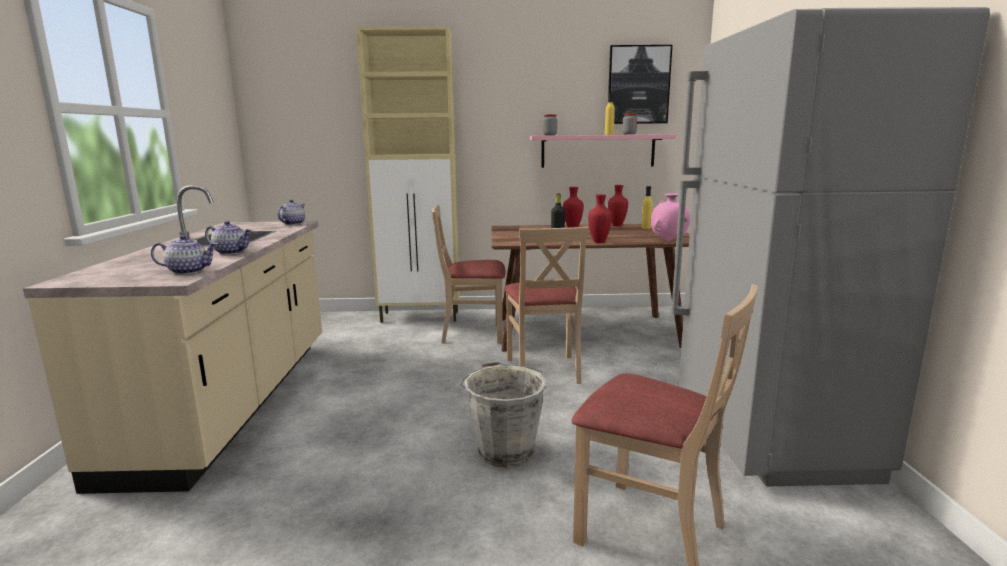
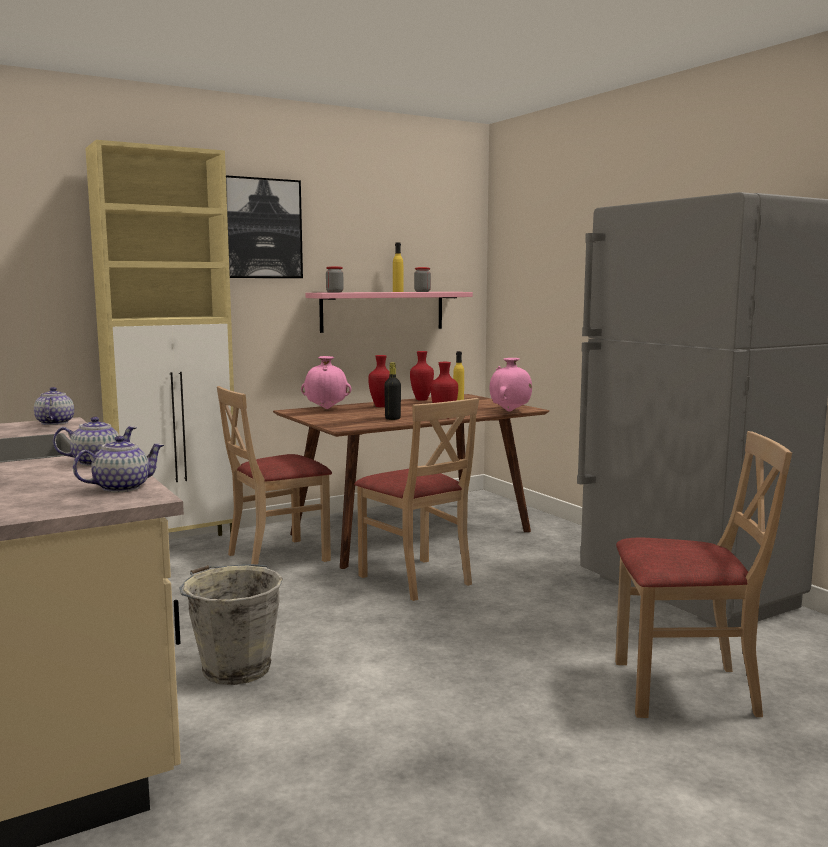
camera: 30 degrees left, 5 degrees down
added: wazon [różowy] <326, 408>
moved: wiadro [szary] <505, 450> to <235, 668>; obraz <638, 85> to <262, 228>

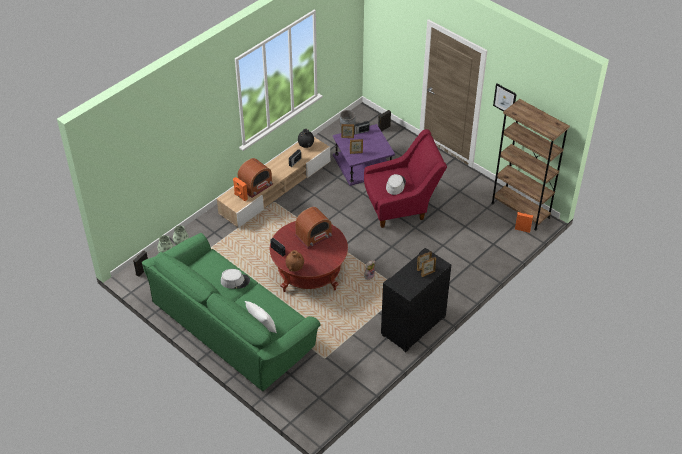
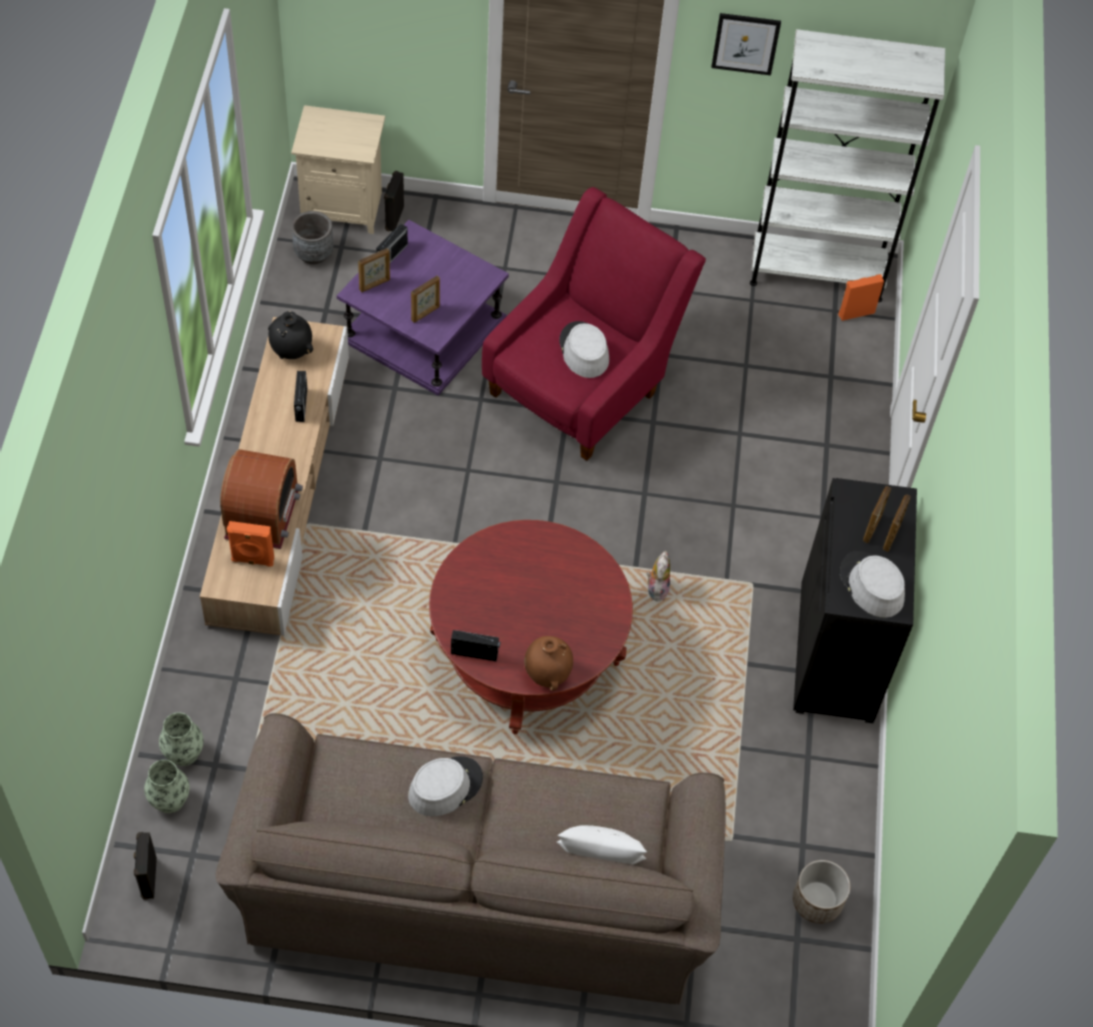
camera: 40 degrees left, 10 degrees up
removed: radio <314, 236>
added: szafka nocna [beżowy] <343, 207>; donica <817, 901>; kapelusz [szary] <871, 585>
recoloured: kanapa [zielony] <233, 325> to kanapa [brązowy] <476, 884>; regał [brązowy] <520, 210> to regał [biały] <817, 271>

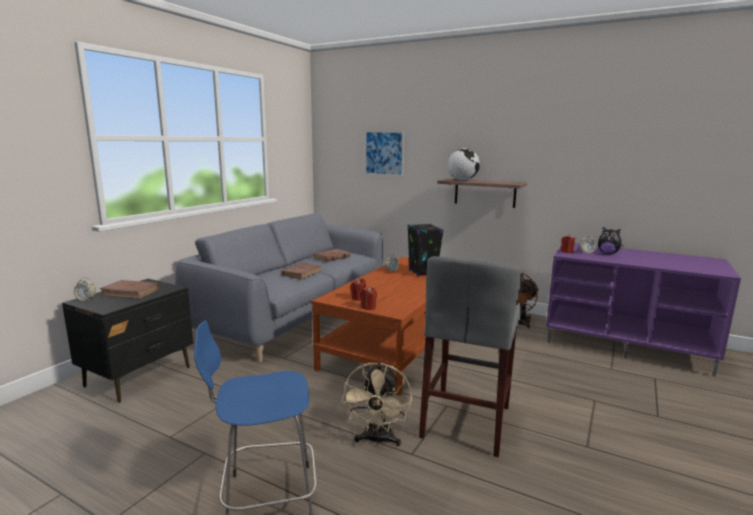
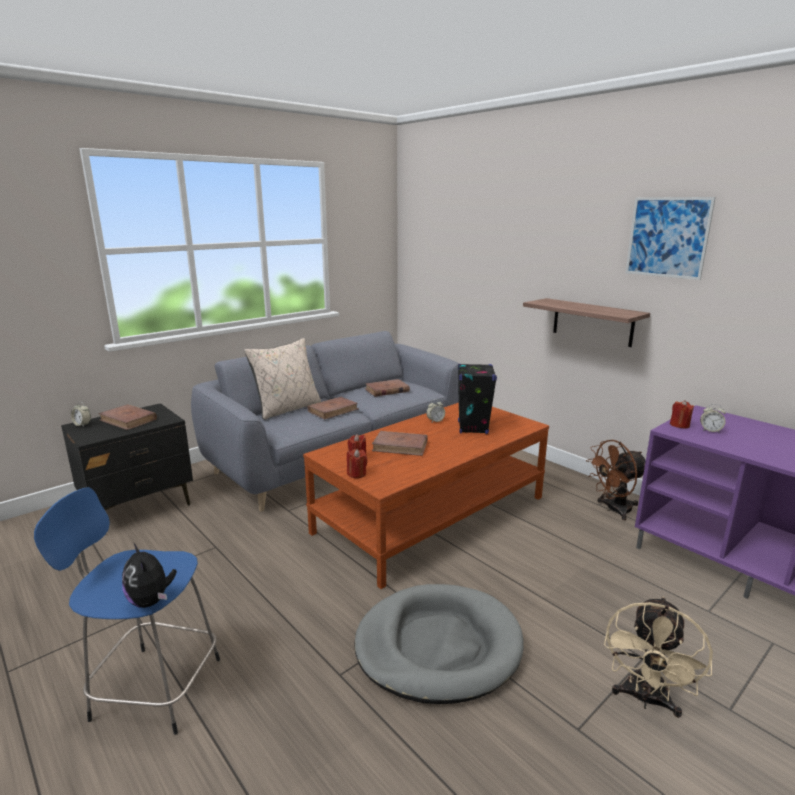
camera: 20 degrees right, 5 degrees up
removed: globus <462, 180>
added: poduszka [beżowy] <287, 409>; książka [brązowy] <400, 446>
moved: wentylator [beżowy] <378, 440> to <645, 699>; obraz <384, 153> to <667, 237>; pluszak <608, 253> to <151, 601>
replaced: stołek [szary] <467, 421> to legowisko [szary] <438, 646>

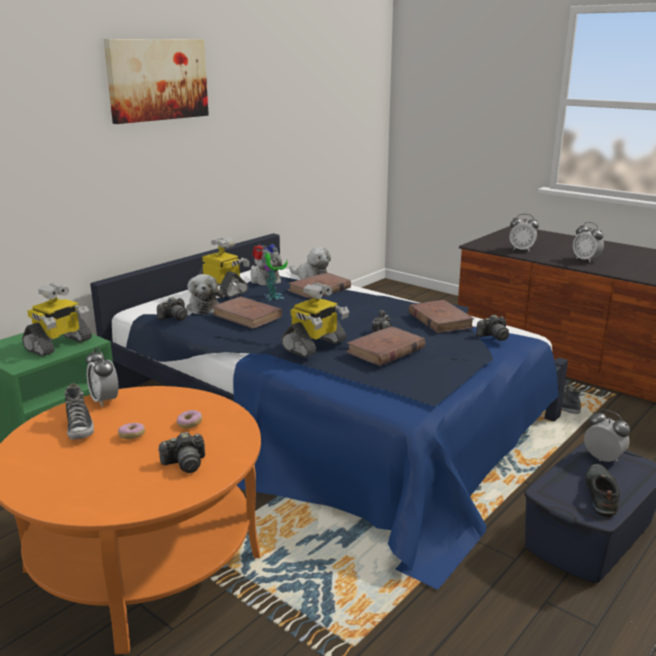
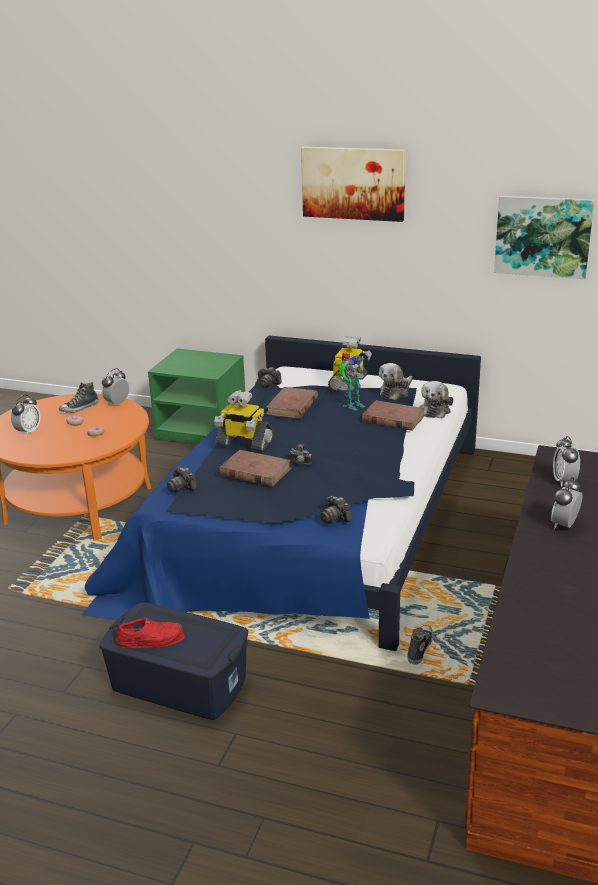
camera: 70 degrees right, 5 degrees up
removed: robot zabawkowy <59, 345>; pluszak <203, 307>; książka [brązowy] <440, 320>
added: obraz <543, 236>
moved: aparat fotograficzny <185, 464> to <181, 487>; budzik <603, 459> to <28, 432>
recoloured: but [czarny] <601, 494> to but [czerwony] <151, 639>

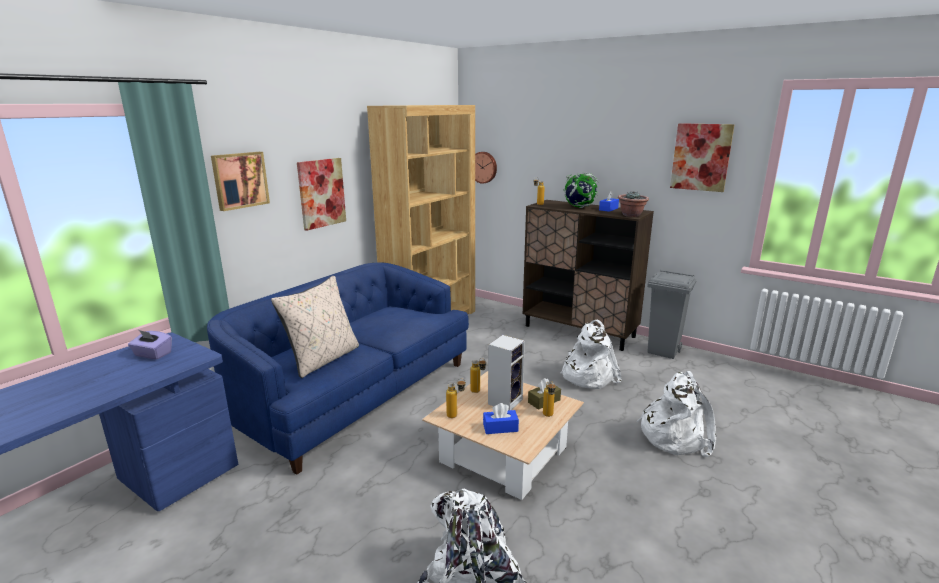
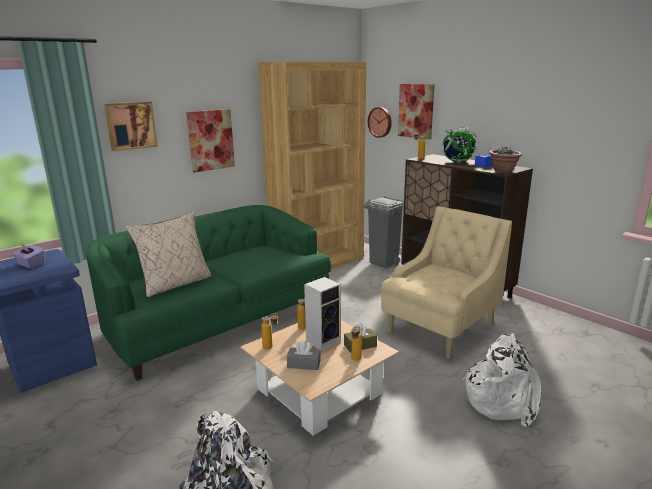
camera: 15 degrees right, 0 degrees up
moved: kosz na śmieci [szary] <663, 352> to <384, 263>; obraz <701, 157> to <416, 111>
replaced: plecak [biały] <587, 375> to fotel [beżowy] <440, 329>
recoloured: kanapa [niebieski] <354, 394> to kanapa [zielony] <218, 320>; pudełko chusteczek [niebieski] <500, 428> to pudełko chusteczek [szary] <304, 364>

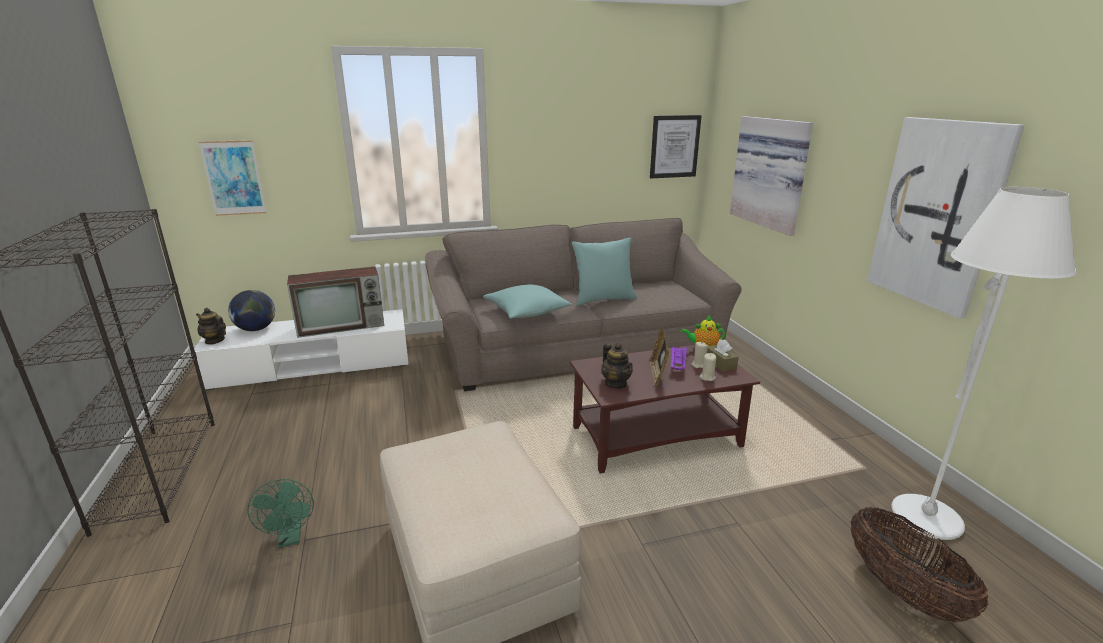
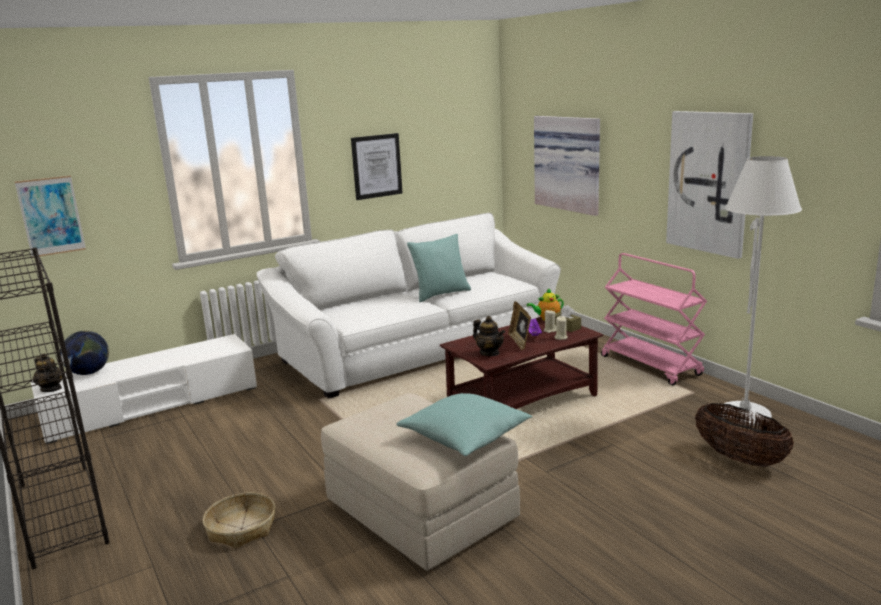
camera: 15 degrees left, 5 degrees down
removed: telewizor <343, 325>
added: wózek [różowy] <651, 366>
moved: poduszka [turkusowy] <526, 312> to <465, 437>; obraz <674, 146> to <376, 166>
replaced: wentylator [zielony] <290, 538> to koszyk <241, 528>
recoloured: kanapa [brązowy] <580, 349> to kanapa [biały] <419, 348>
turned: imbryk <214, 340> = <51, 389> 150 degrees counterclockwise

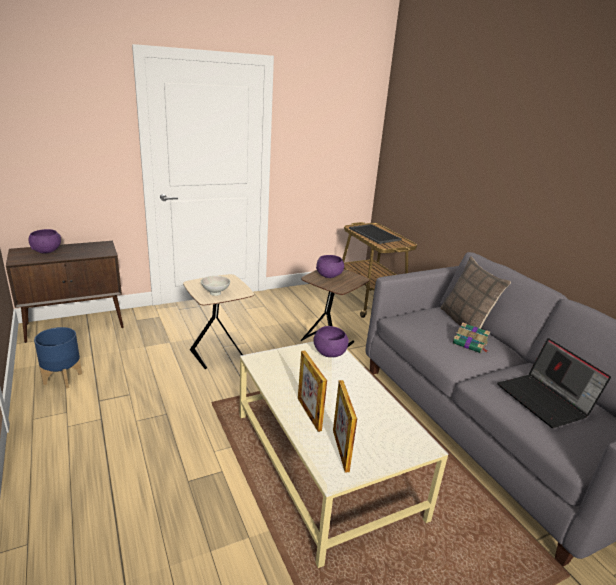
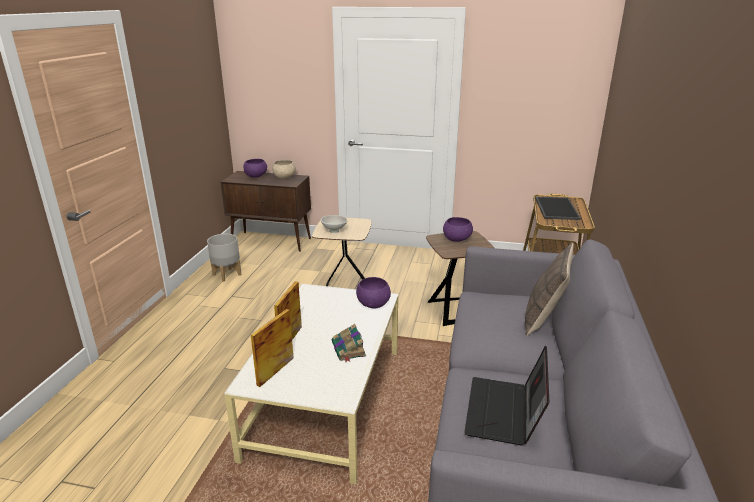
camera: 40 degrees right, 0 degrees up
added: miska [beżowy] <284, 177>
moved: książka <470, 344> to <349, 349>
recoloured: donica [niebieski] <63, 378> to donica [szary] <227, 274>

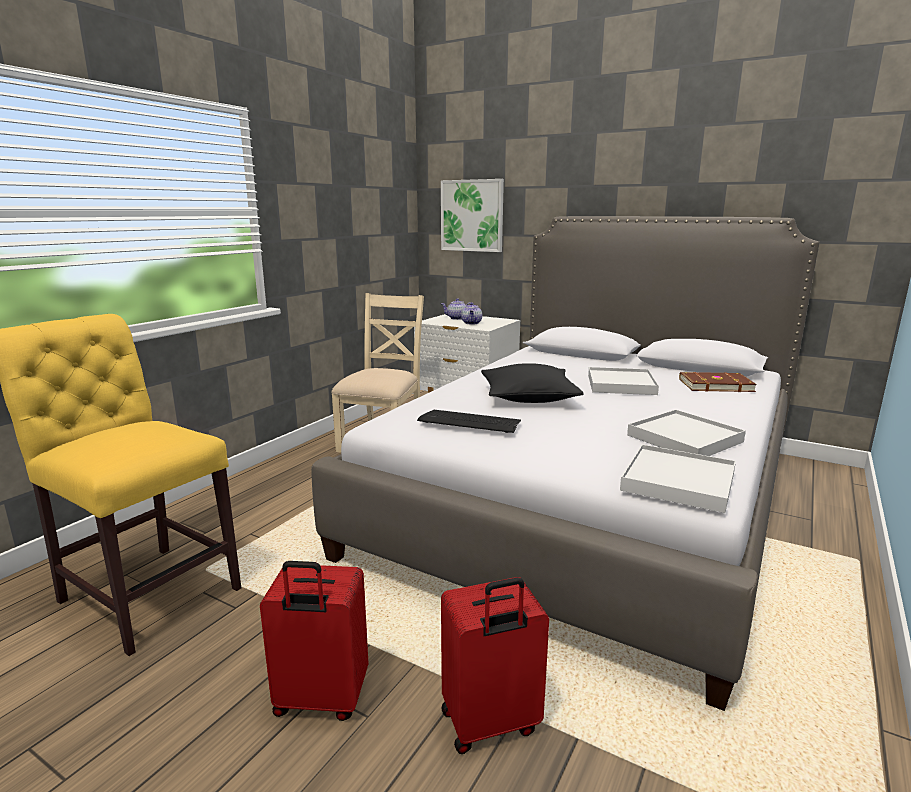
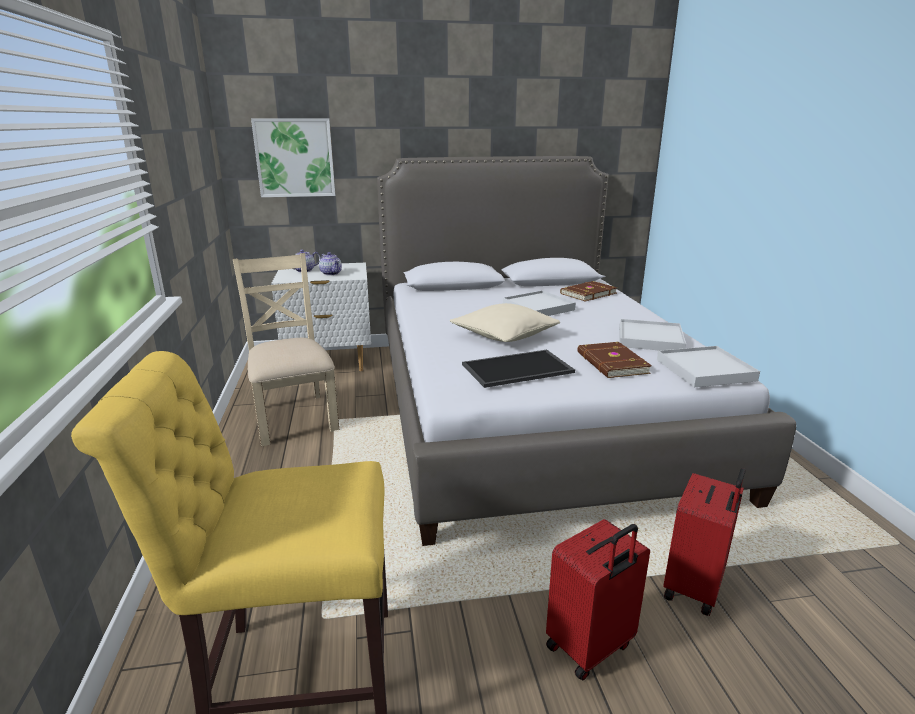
camera: 40 degrees left, 5 degrees up
added: książka [brązowy] <611, 363>
replaced: klawiatura <470, 422> to taca <517, 369>
recoloured: poduszka [czarny] <528, 397> to poduszka [beżowy] <504, 335>

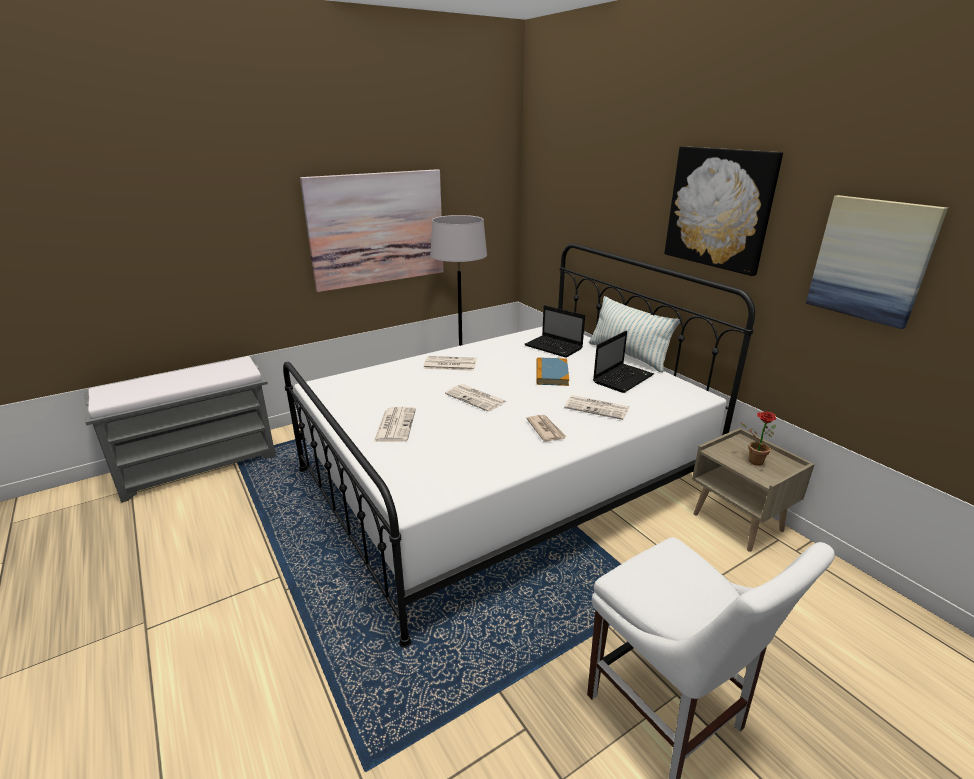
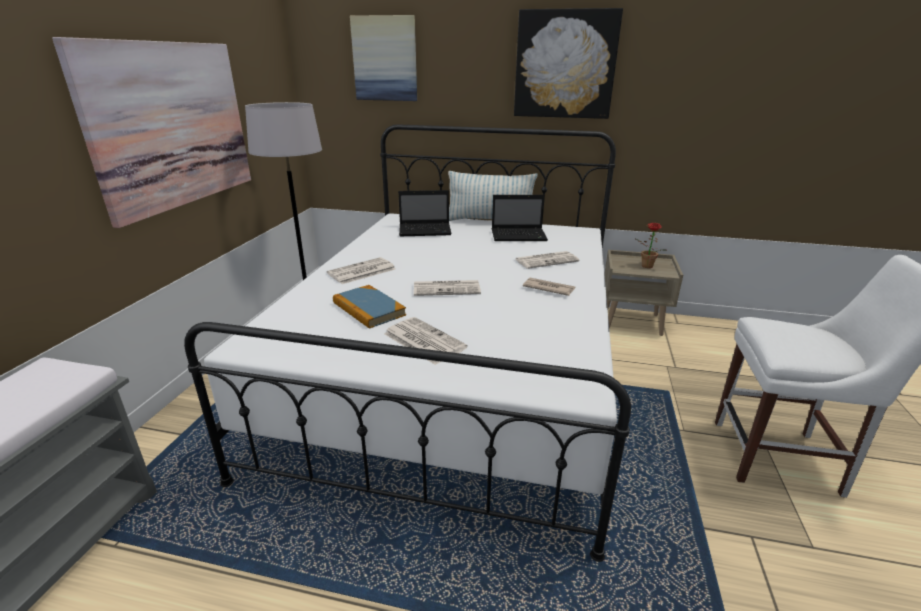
camera: 45 degrees left, 0 degrees up
moved: książka <551, 374> to <368, 309>; obraz <871, 260> to <385, 59>
turned: laptop <623, 378> = <520, 236> 90 degrees clockwise

